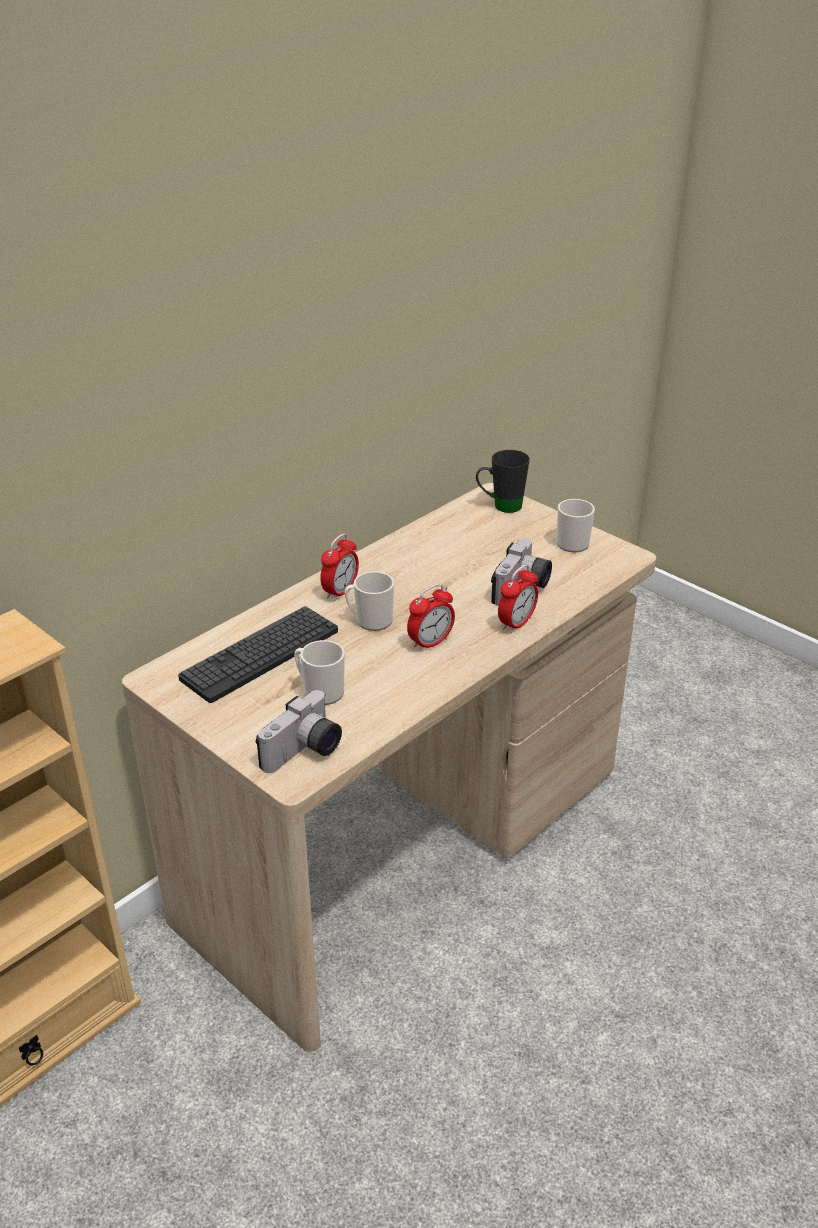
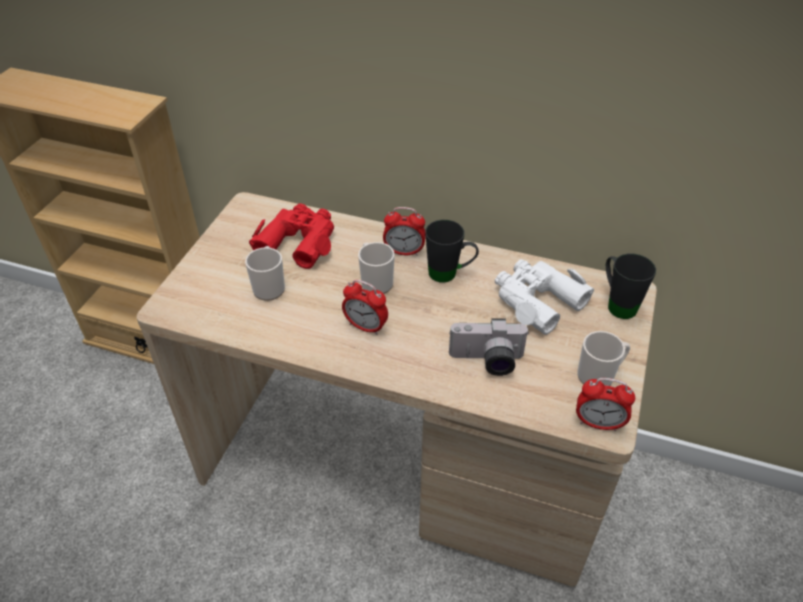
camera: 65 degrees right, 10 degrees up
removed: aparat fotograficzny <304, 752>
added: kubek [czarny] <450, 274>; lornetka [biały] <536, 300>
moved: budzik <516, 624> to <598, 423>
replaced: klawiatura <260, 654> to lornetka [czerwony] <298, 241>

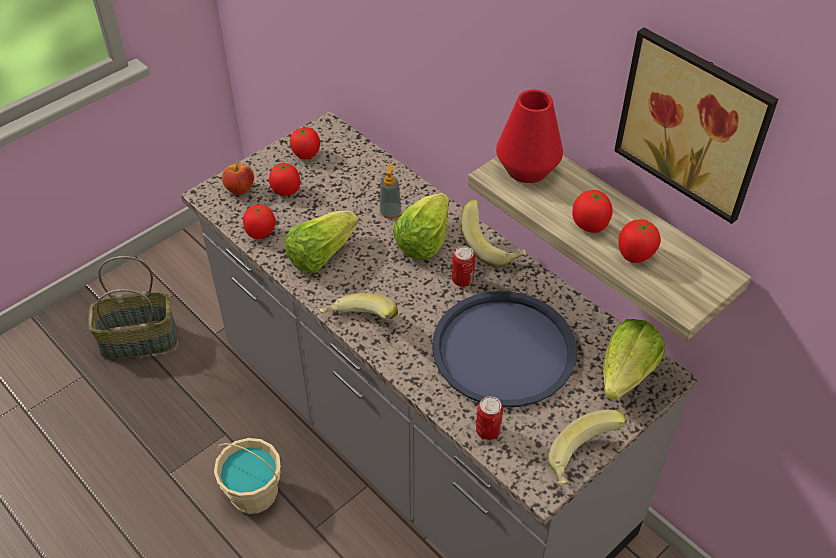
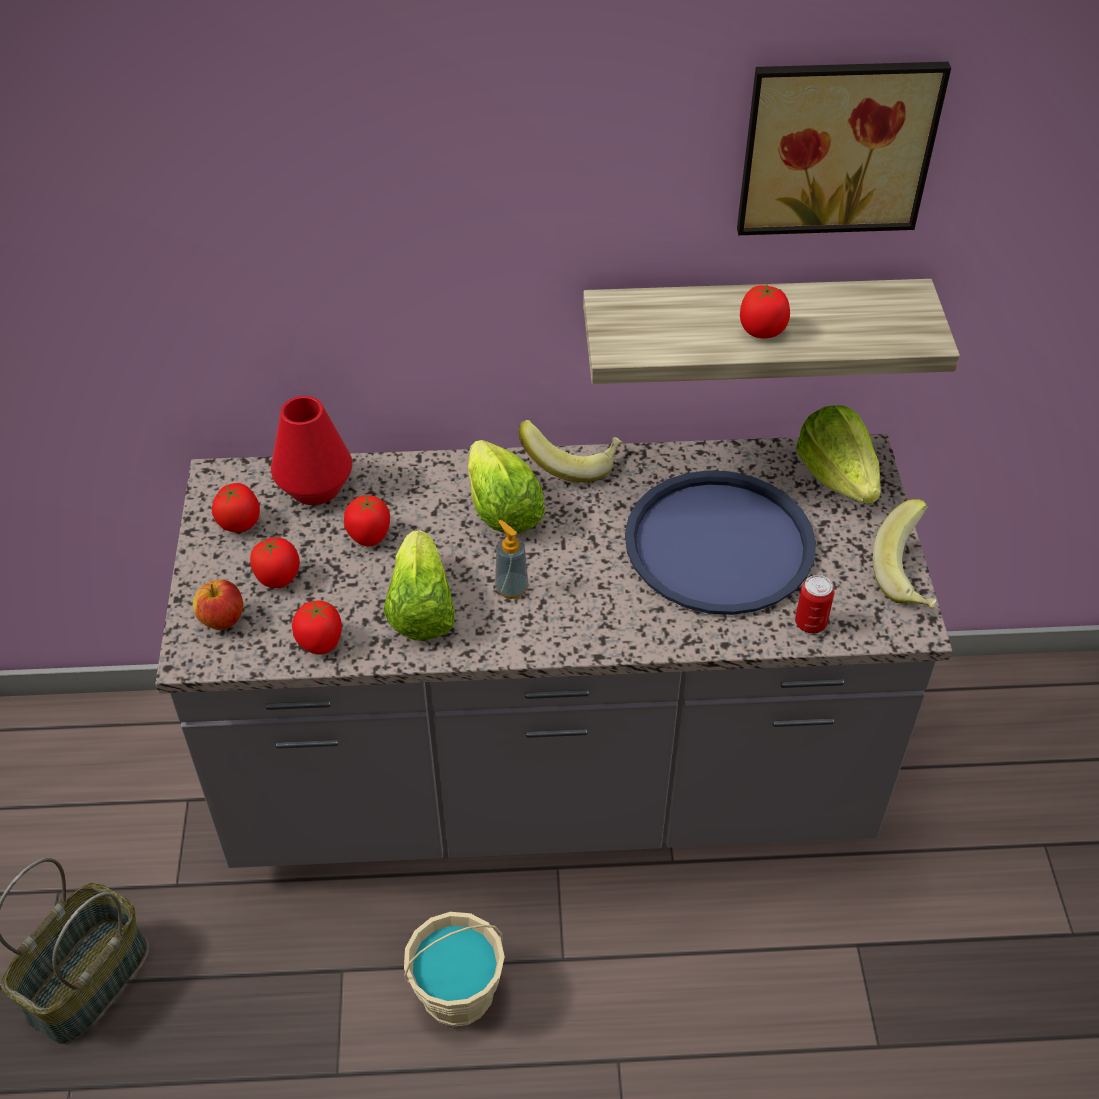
camera: 50 degrees left, 0 degrees up
removed: banan <359, 324>; puszka <462, 280>
moved: dozownik mydła <390, 212> to <511, 588>; wazon [czerwony] <527, 169> to <315, 487>; pomidor <635, 255> to <369, 536>

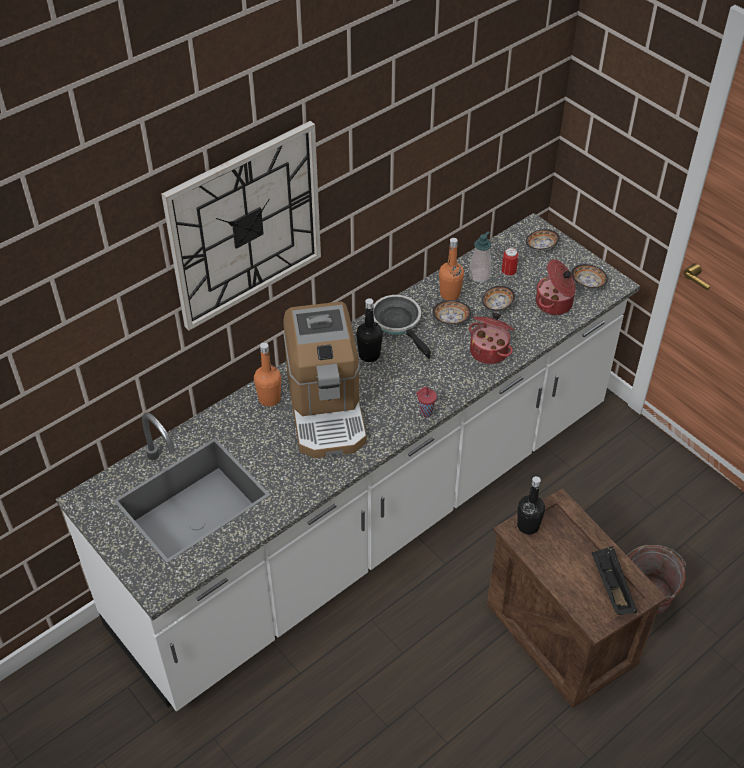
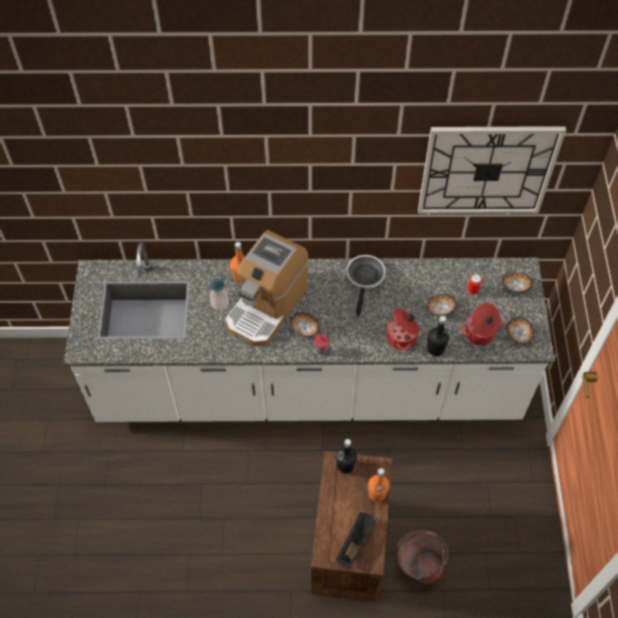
camera: 40 degrees right, 10 degrees up
moved: zegar ścienny <245, 226> to <487, 170>; butelka [czarny] <369, 355> to <435, 349>; miska <451, 319> to <304, 329>; butelka [pomarańczowy] <450, 294> to <377, 494>; dozownik mydła <479, 275> to <219, 303>

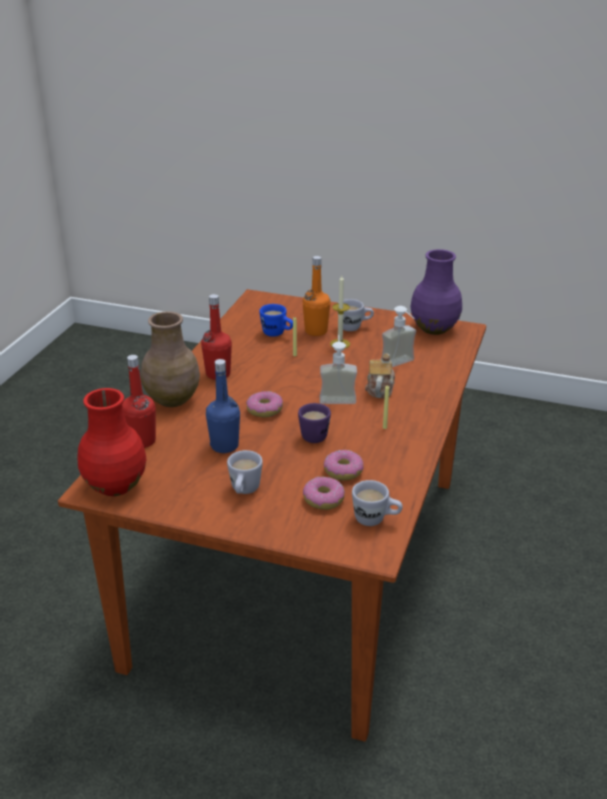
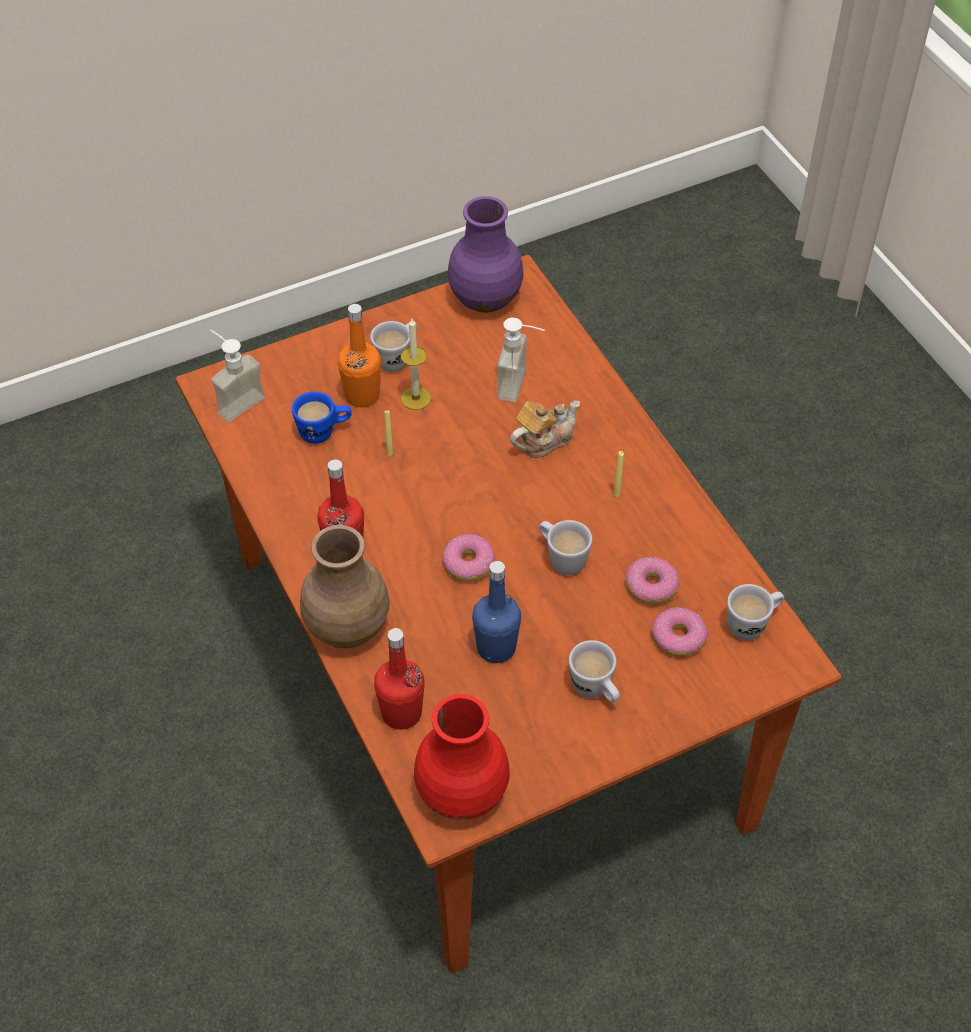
camera: 45 degrees left, 20 degrees up
moved: dozownik mydła <337, 396> to <234, 400>
recoloured: kubek [fioletowy] <314, 434> to kubek [biały] <561, 558>
turned: imbryk <380, 388> = <543, 439> 90 degrees clockwise

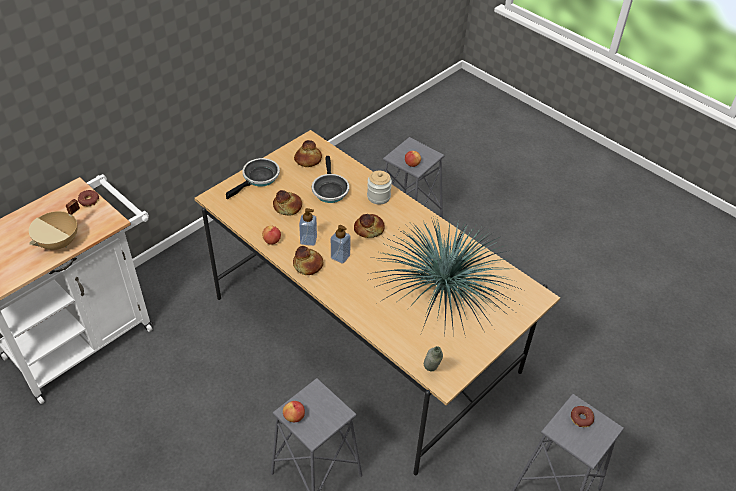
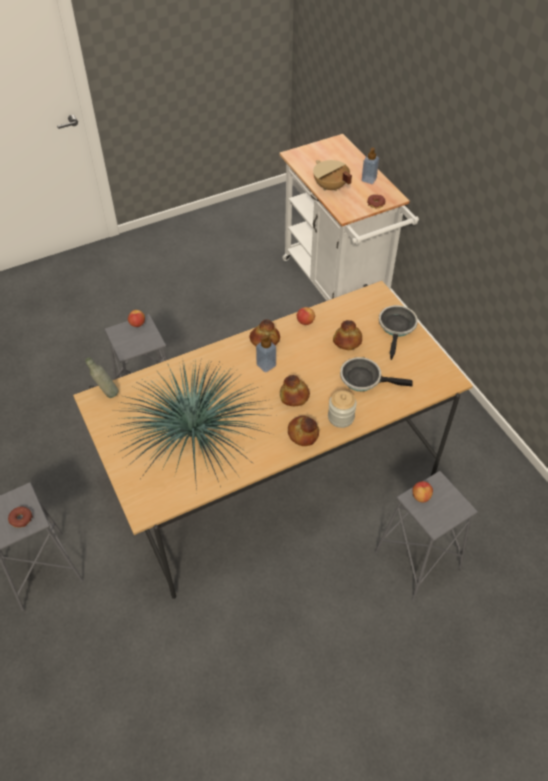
camera: 110 degrees right, 5 degrees up
moved: chleb <308, 160> to <303, 433>; dozownik mydła <308, 240> to <369, 179>
turned: patelnia <259, 178> = <397, 328> 135 degrees counterclockwise

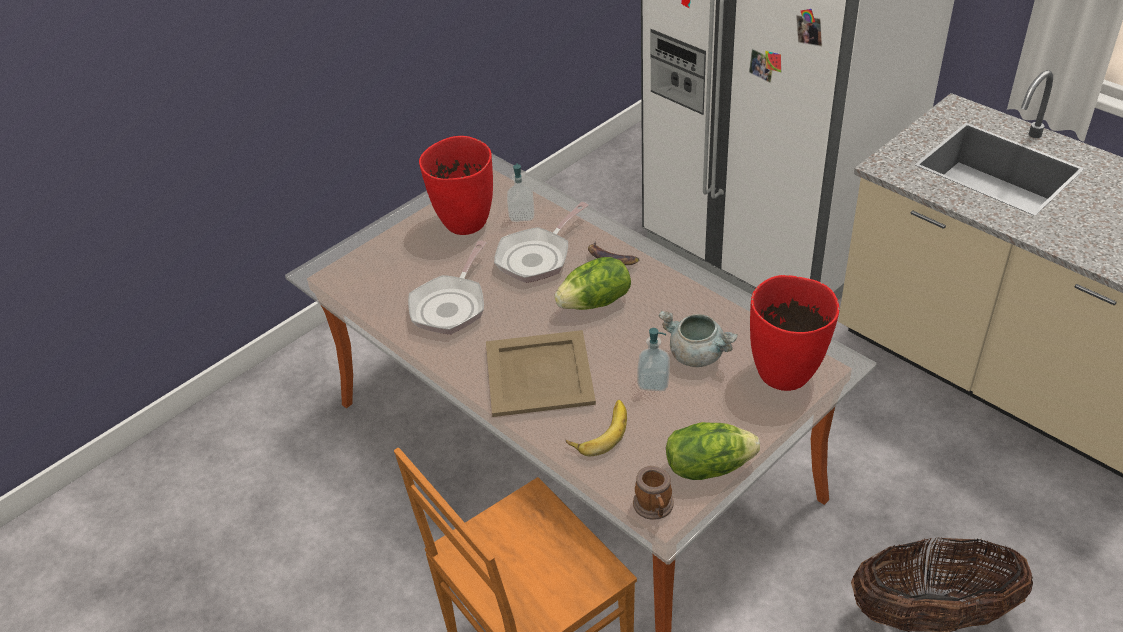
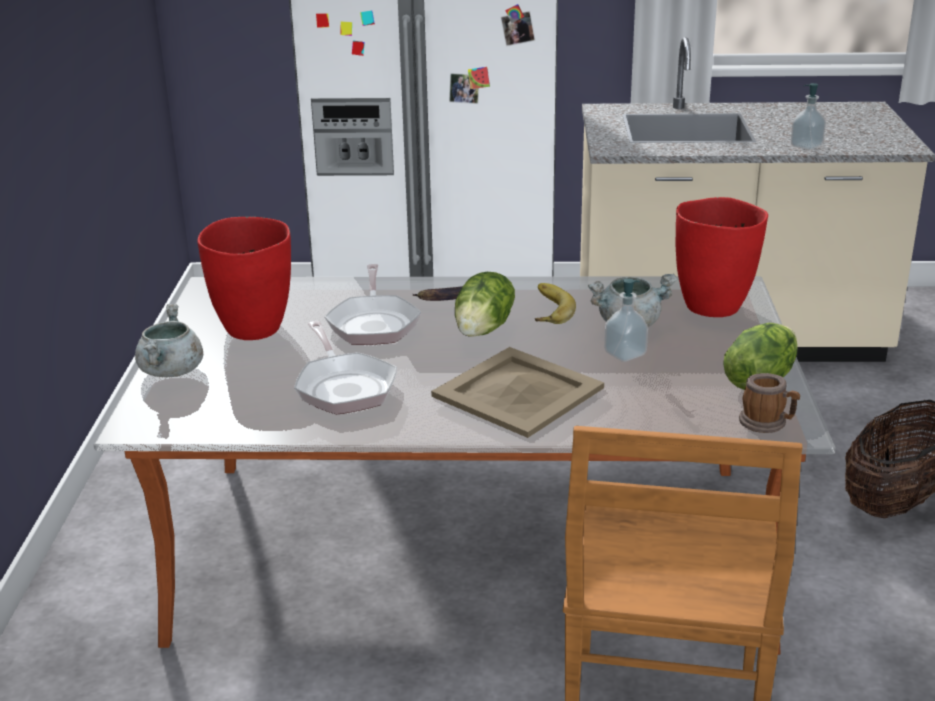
camera: 45 degrees left, 15 degrees down
added: garnek [szary] <172, 372>
moved: dozownik mydła <521, 215> to <806, 146>; banan <599, 430> to <546, 309>

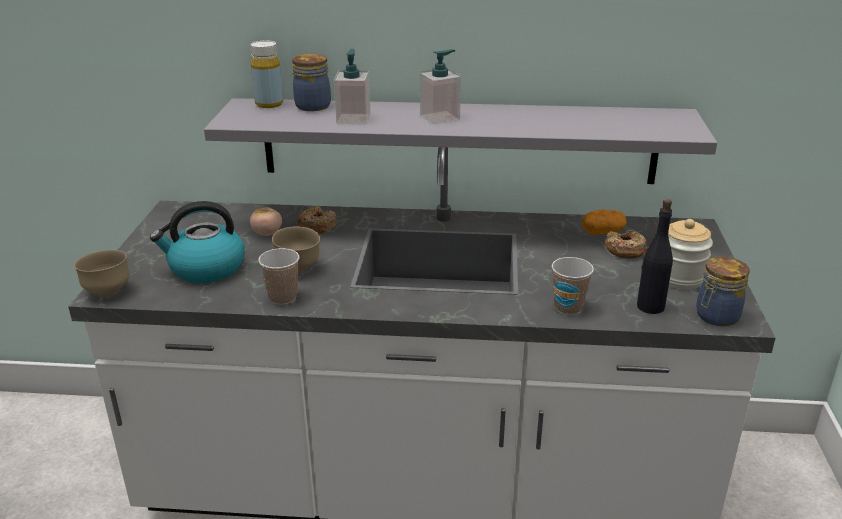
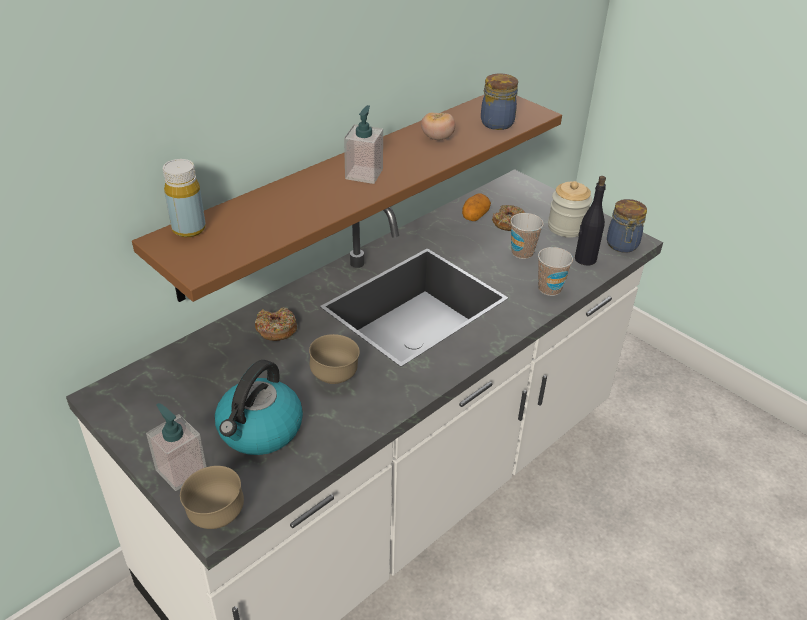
camera: 50 degrees left, 10 degrees up
moved: pomidor <267, 233> to <437, 138>; filiżanka <283, 297> to <522, 253>; słoik <313, 105> to <496, 122>; dozownik mydła <353, 119> to <181, 470>
recoloured: półka [szary] <458, 141> to półka [brązowy] <345, 187>

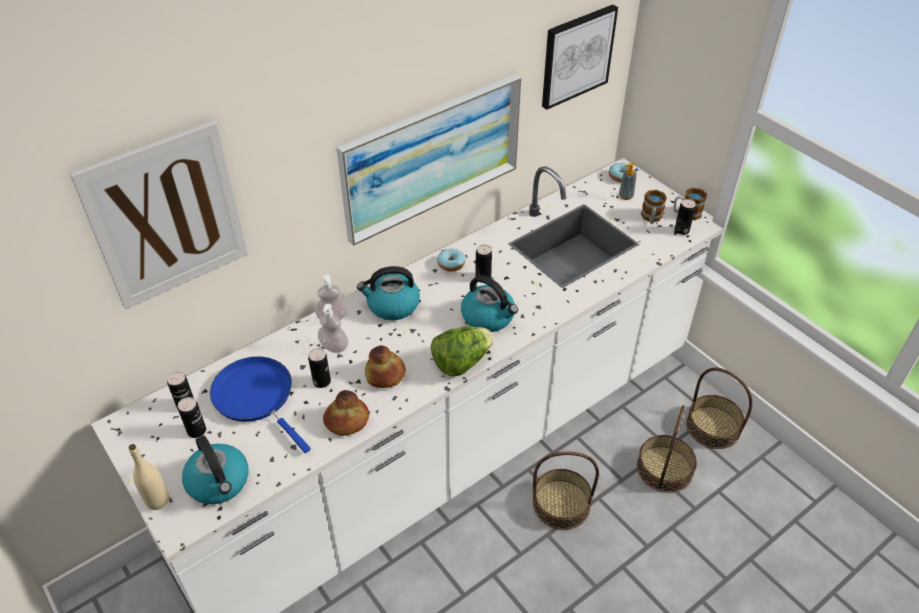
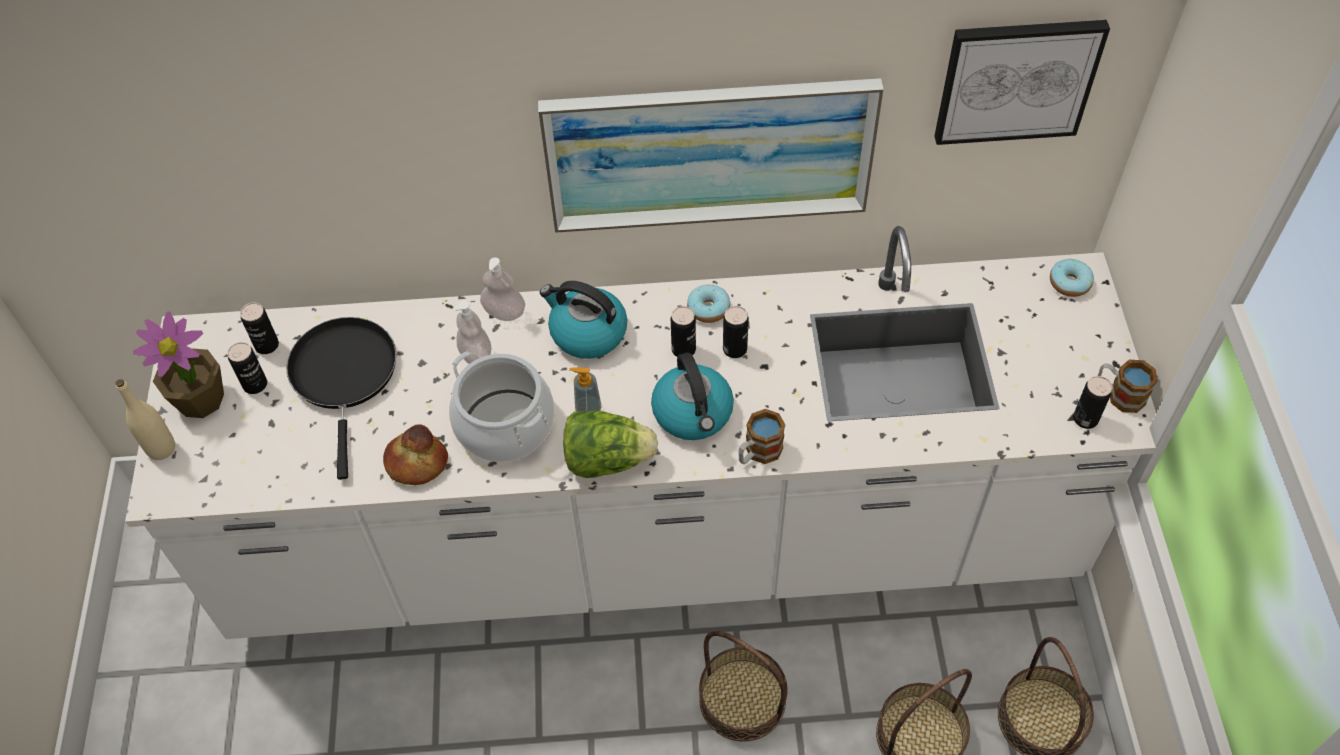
camera: 35 degrees right, 10 degrees up
removed: obraz <166, 216>; czajnik <219, 482>
added: roślina doniczkowa <201, 399>
moved: puszka <322, 381> to <683, 349>; dozownik mydła <625, 196> to <588, 409>; kubek <651, 218> to <758, 453>
replaced: chleb <385, 374> to garnek <505, 426>
recoloured: patelnia [niebieski] <256, 397> to patelnia [czarny] <344, 376>

